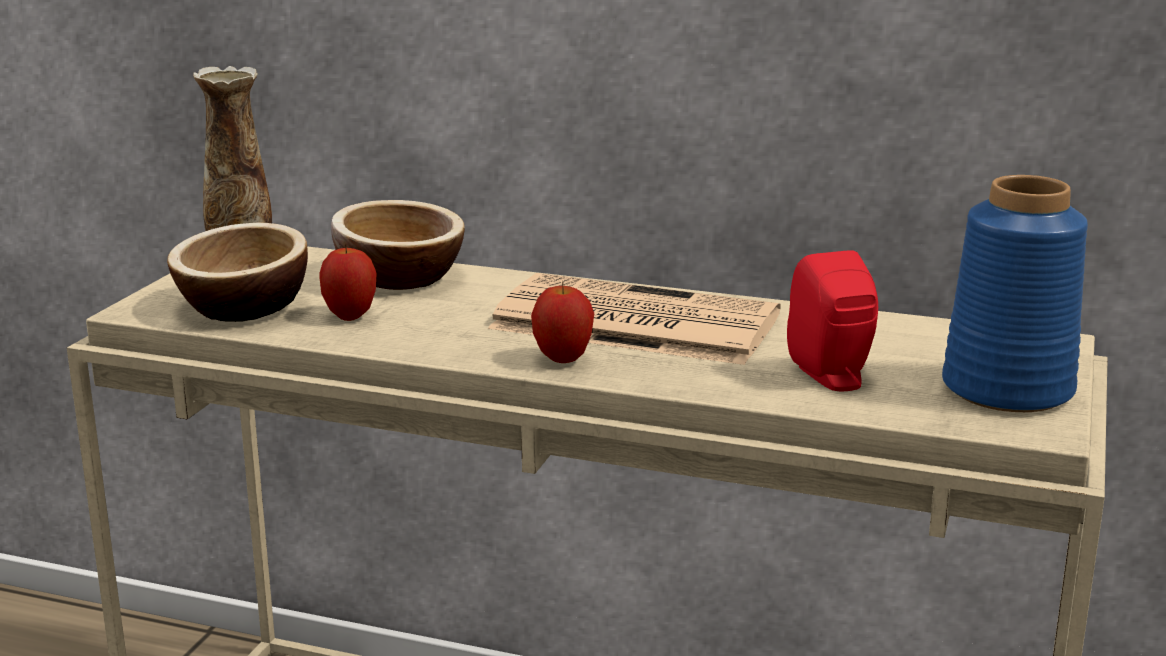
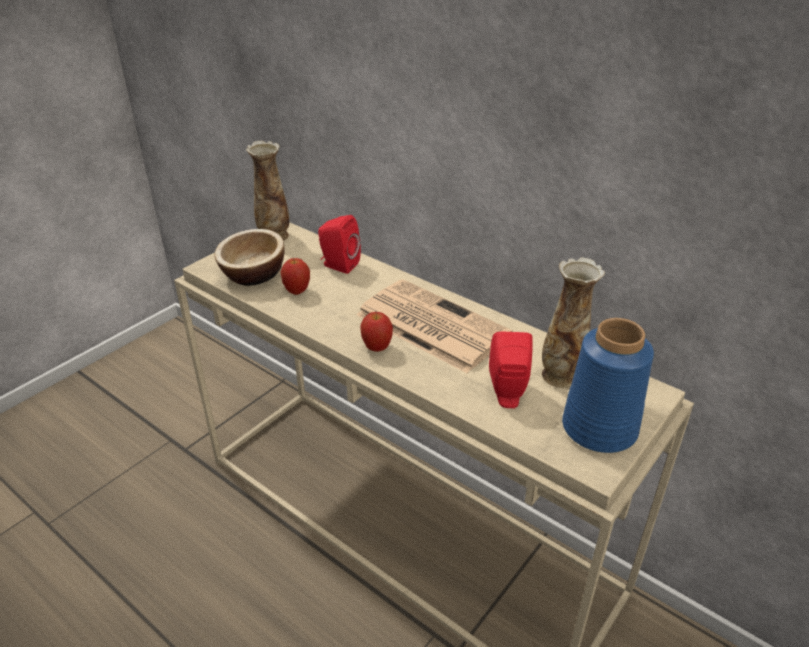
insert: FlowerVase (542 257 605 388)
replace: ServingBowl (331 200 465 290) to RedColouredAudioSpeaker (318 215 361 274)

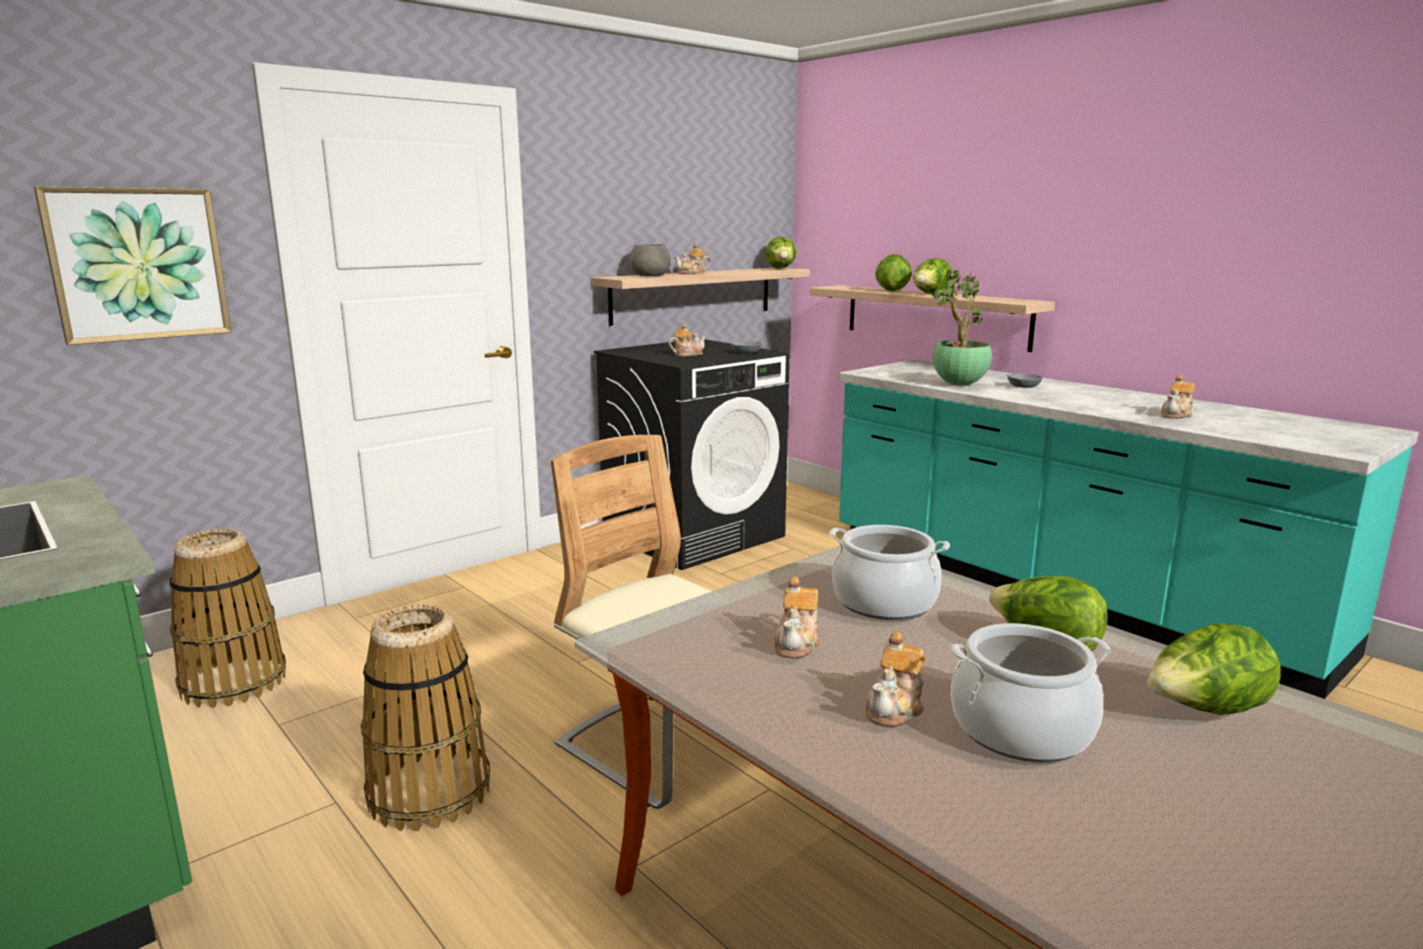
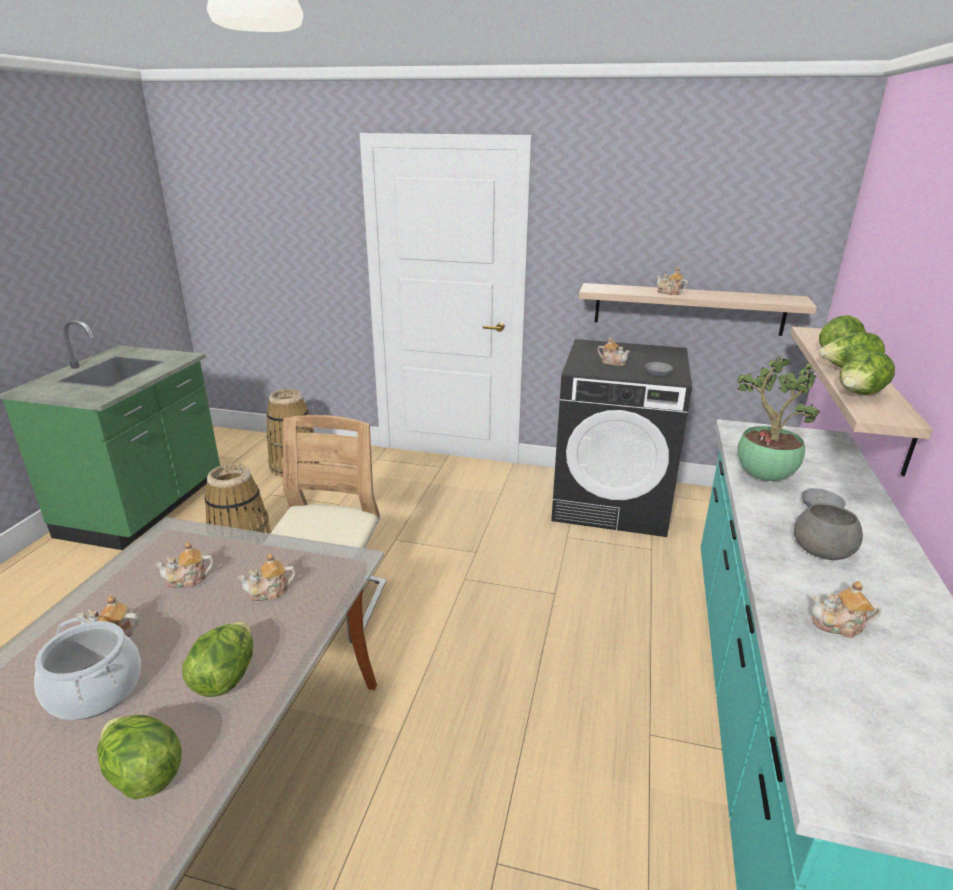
delete: WallPicture (34 186 231 345)
move: GrayServingBowl (629 244 671 276) to (794 503 863 560); LettuceHead (765 237 796 269) to (839 351 895 395)
replace: CookingPot (829 525 950 620) to PotForTea (237 553 295 601)

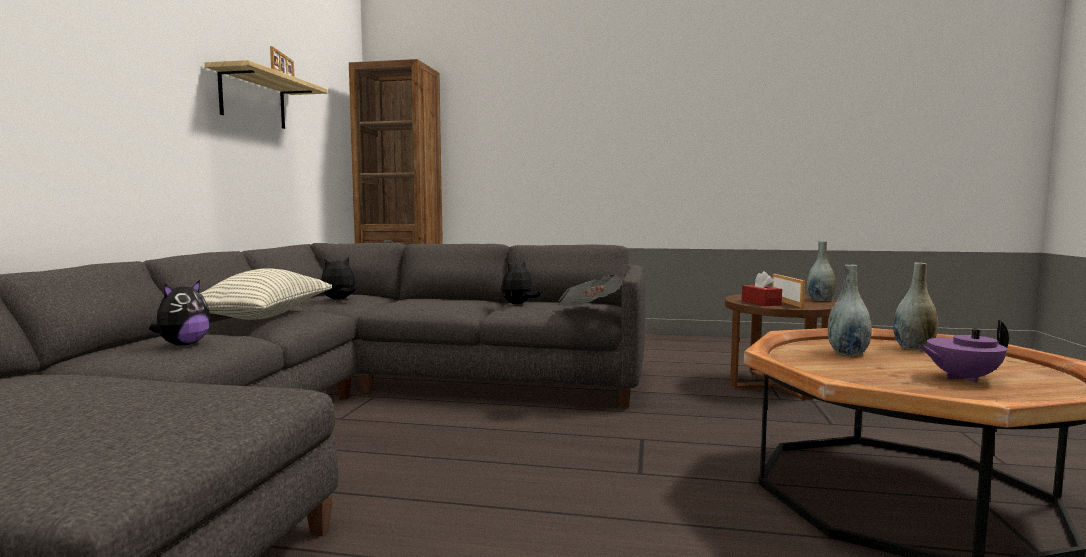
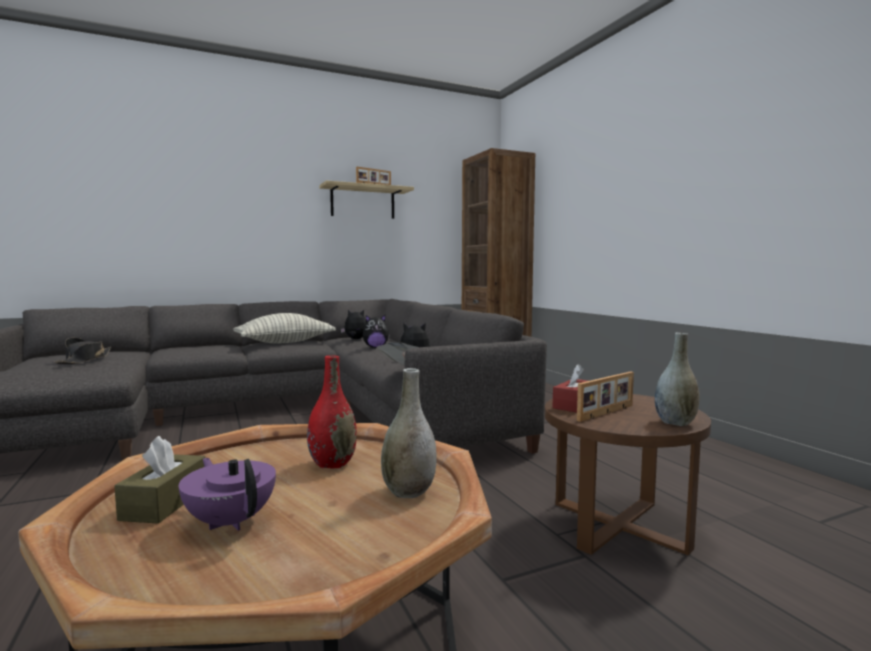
insert: BlackClothingHat (54 338 111 364); BrownishTissueBox (114 436 206 524)
move: SoftToy (149 280 211 345) to (363 315 390 348)
recolor: GrayFlowerVase (828 265 872 356) to RedColouredFlowerVase (307 356 357 468)

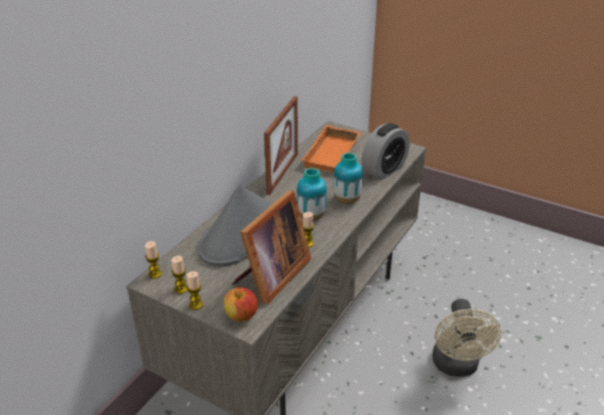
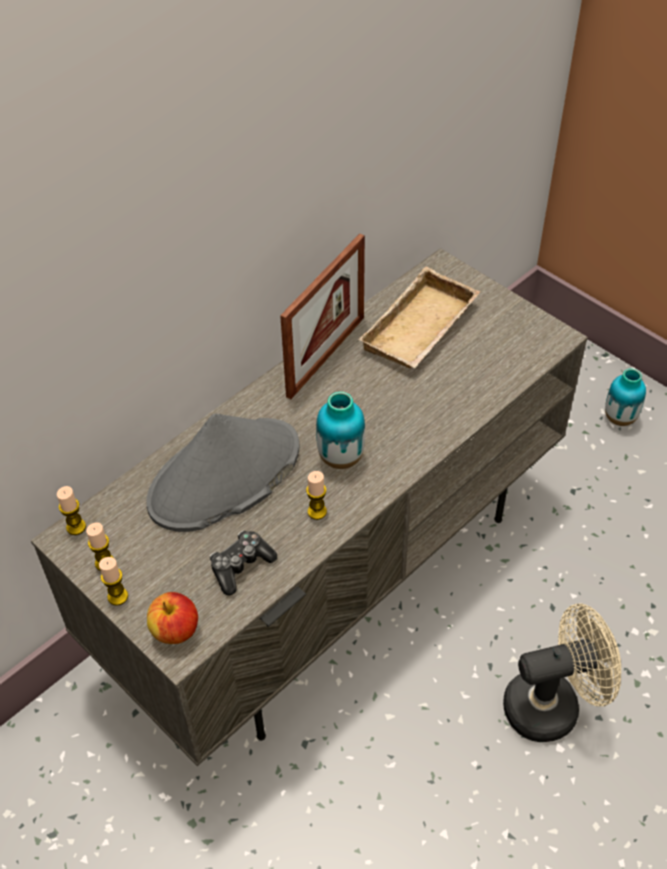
delete: BedsideClock (362 123 410 180)
move: FlowerVase (333 153 363 204) to (605 368 646 426)
replace: StandingFrame (232 190 311 305) to GameController (210 531 277 595)
recolor: OrangeyCarryingTray (301 125 361 172) to BeigeColouredCarryingTray (358 267 480 368)
rotate: BeigeColouredFan (432 299 501 377) = (503 604 621 742) 120 degrees counterclockwise

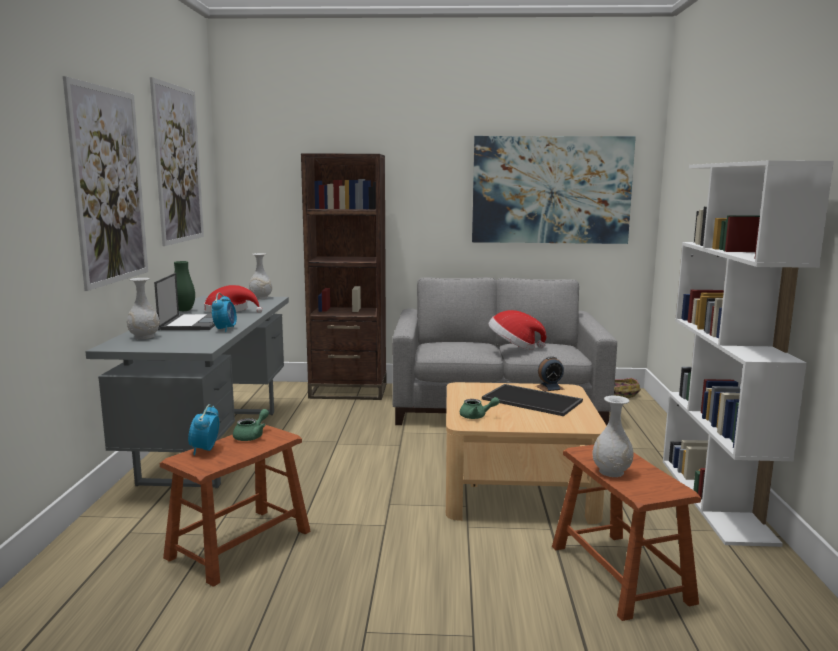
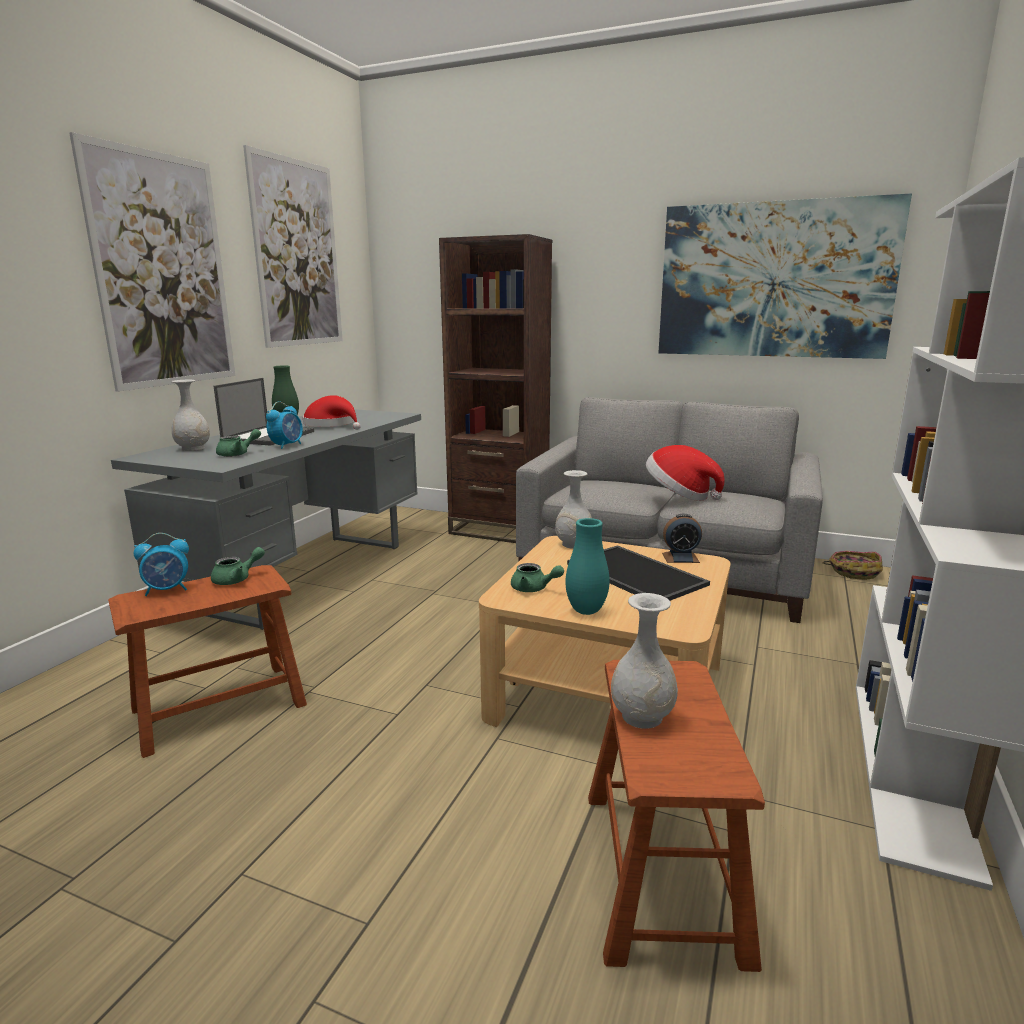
insert: GreenColouredPotForTea (216 429 261 457); TurquoiseColouredFlowerVase (565 518 610 615)
move: WhitishFlowerVase (249 253 272 299) to (555 470 592 549)
rotate: BedsideClock (188 404 220 455) = (134 533 189 596) 135 degrees counterclockwise

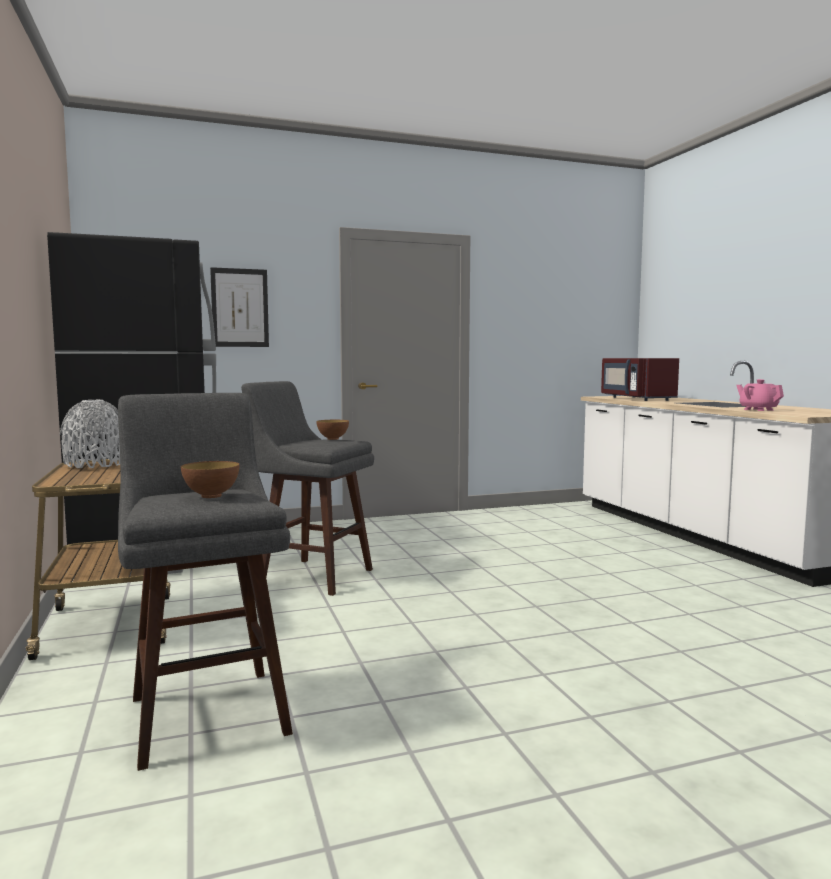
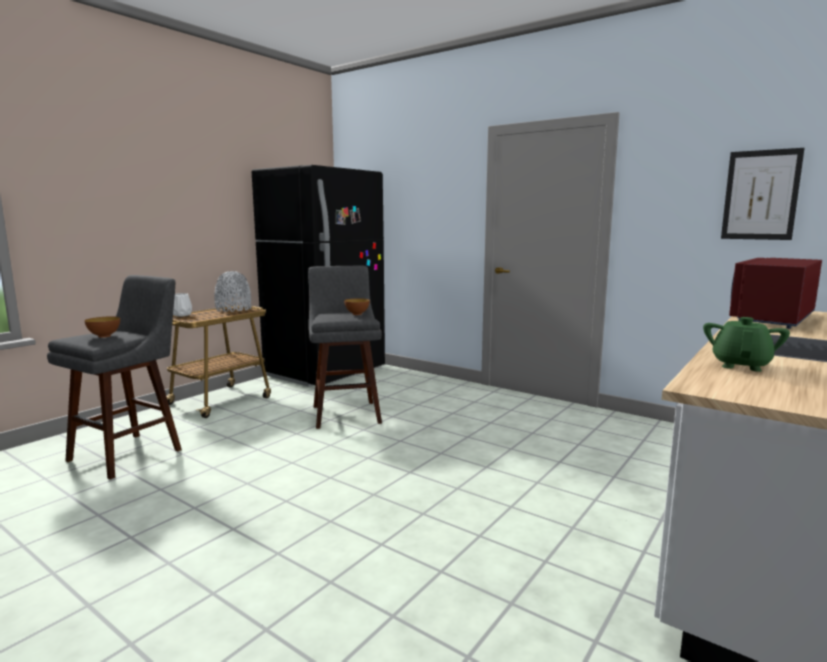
insert: WhitishFlowerVase (173 293 192 316)
move: WallPicture (210 267 269 347) to (721 148 805 240)
recolor: PinkColouredPotForTea (736 379 784 411) to GreenColouredPotForTea (703 317 790 372)

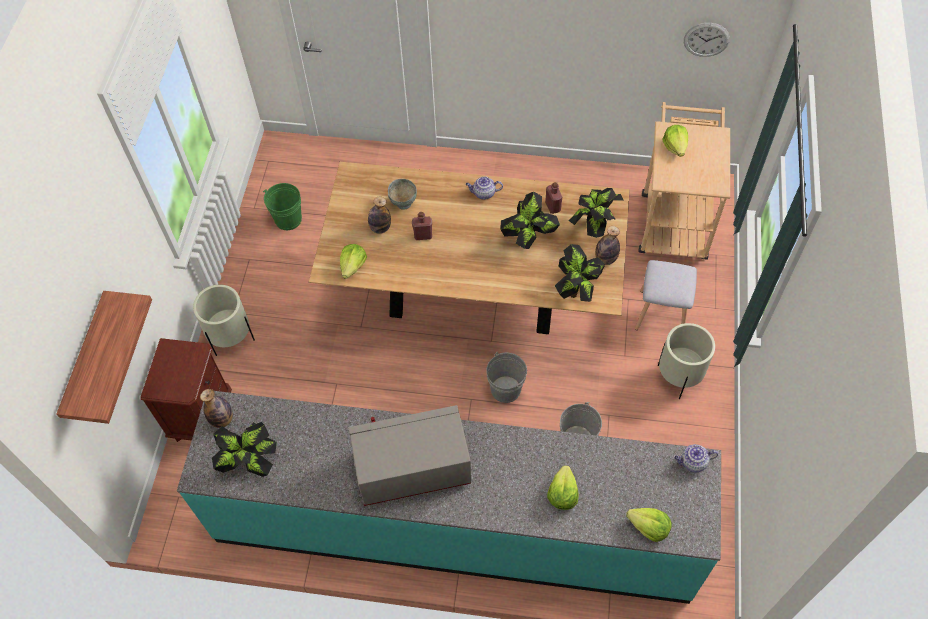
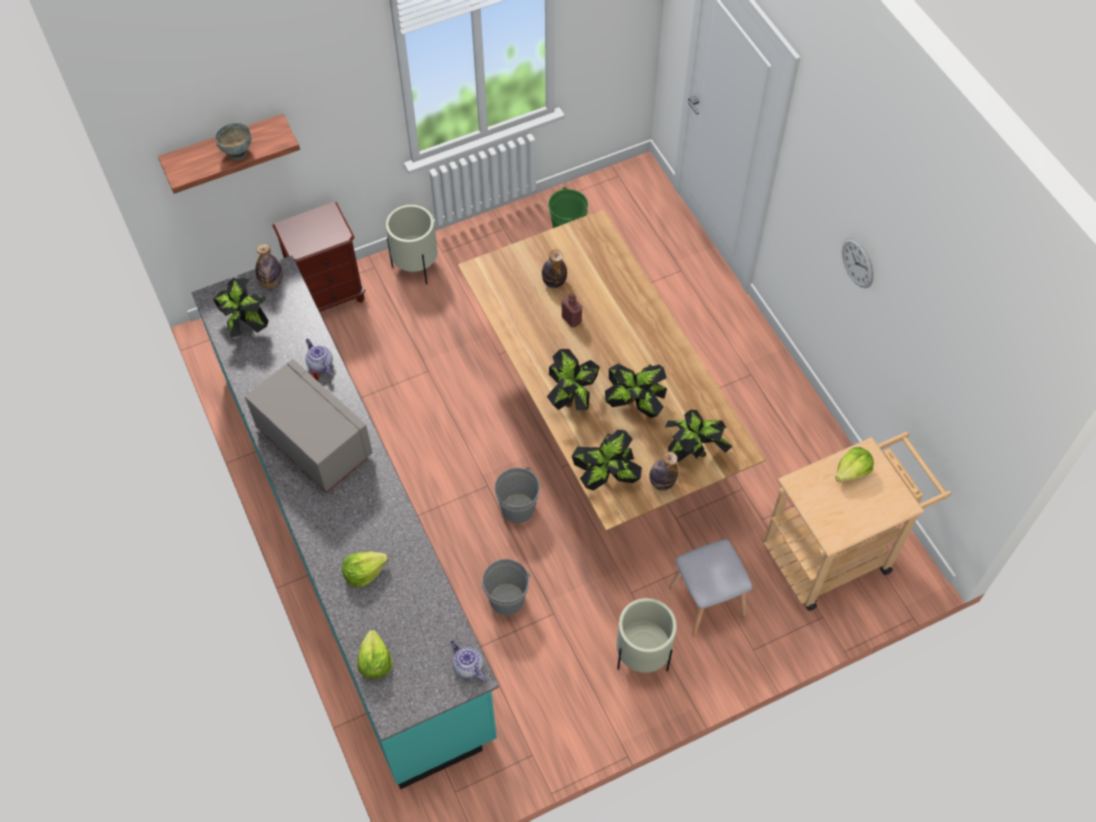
delete: LettuceHead (340 244 367 279); RedColouredDrinkBottle (545 182 562 214)
insert: PlantInAPot (547 349 600 410)
move: GrayServingBowl (388 179 417 210) to (215 123 252 160); PotForTea (466 176 503 200) to (305 339 333 375); ClockOnTheWall (684 23 730 57) to (842 237 874 288)

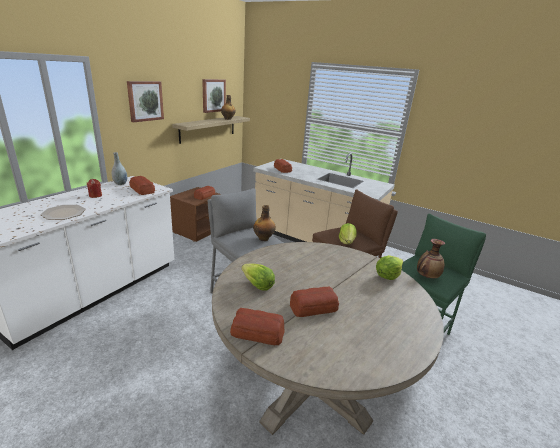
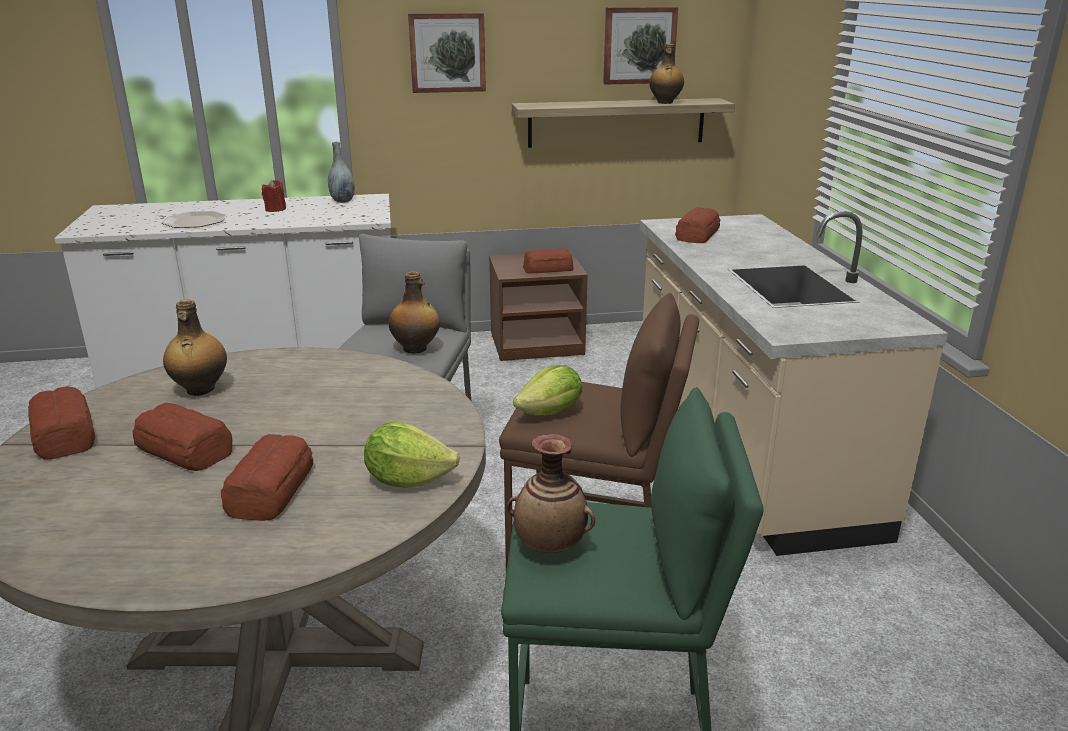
move: BakeryBread (129 176 155 195) to (221 434 313 521)
replace: LettuceHead (242 264 275 291) to DrinkBottle (163 300 227 396)

